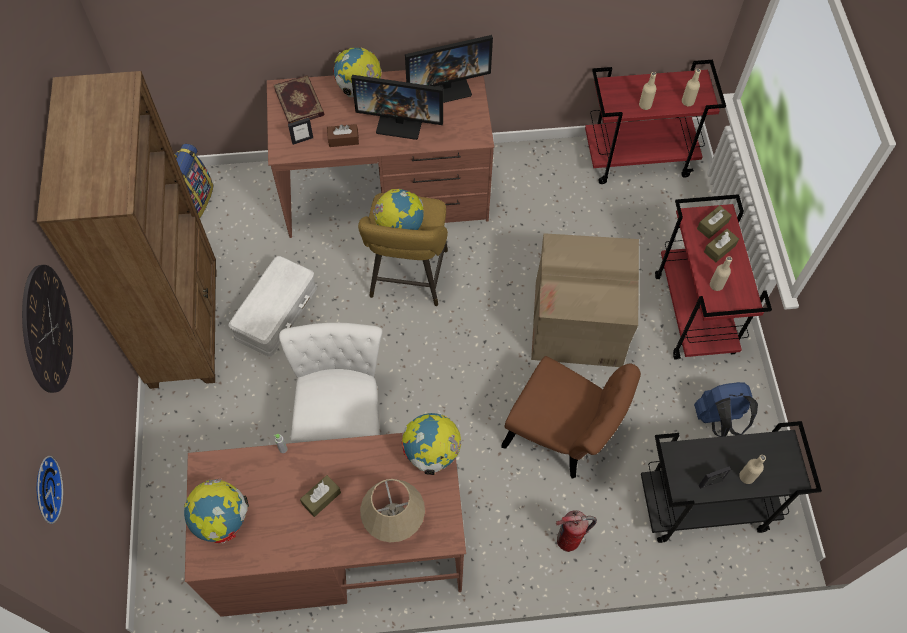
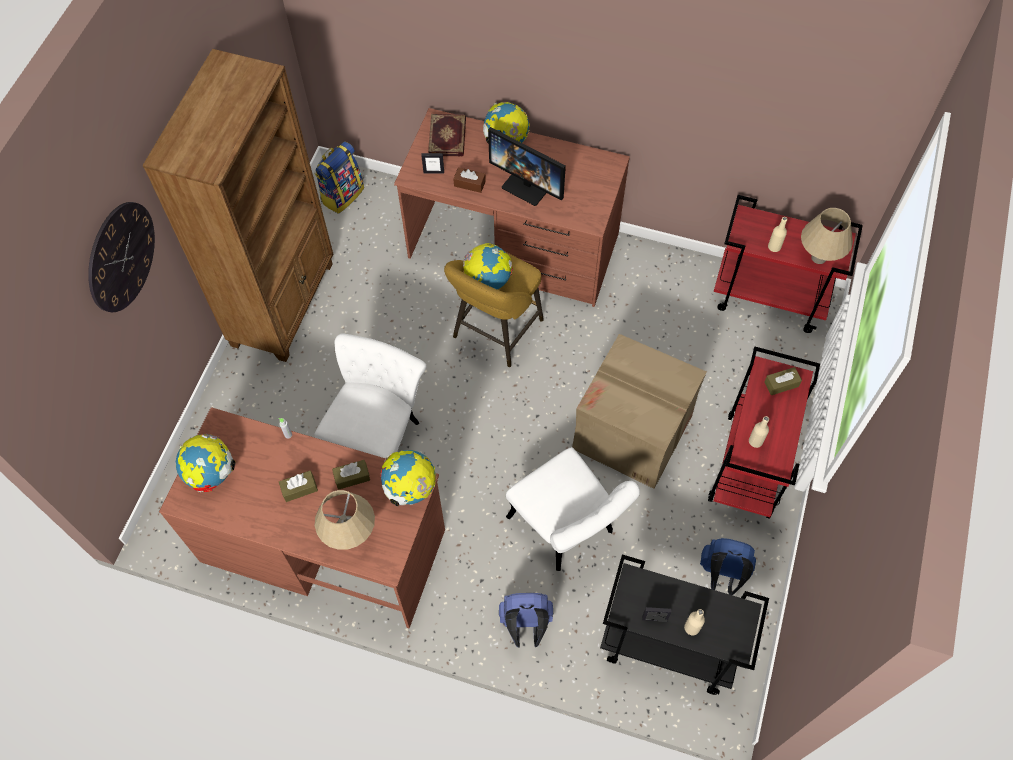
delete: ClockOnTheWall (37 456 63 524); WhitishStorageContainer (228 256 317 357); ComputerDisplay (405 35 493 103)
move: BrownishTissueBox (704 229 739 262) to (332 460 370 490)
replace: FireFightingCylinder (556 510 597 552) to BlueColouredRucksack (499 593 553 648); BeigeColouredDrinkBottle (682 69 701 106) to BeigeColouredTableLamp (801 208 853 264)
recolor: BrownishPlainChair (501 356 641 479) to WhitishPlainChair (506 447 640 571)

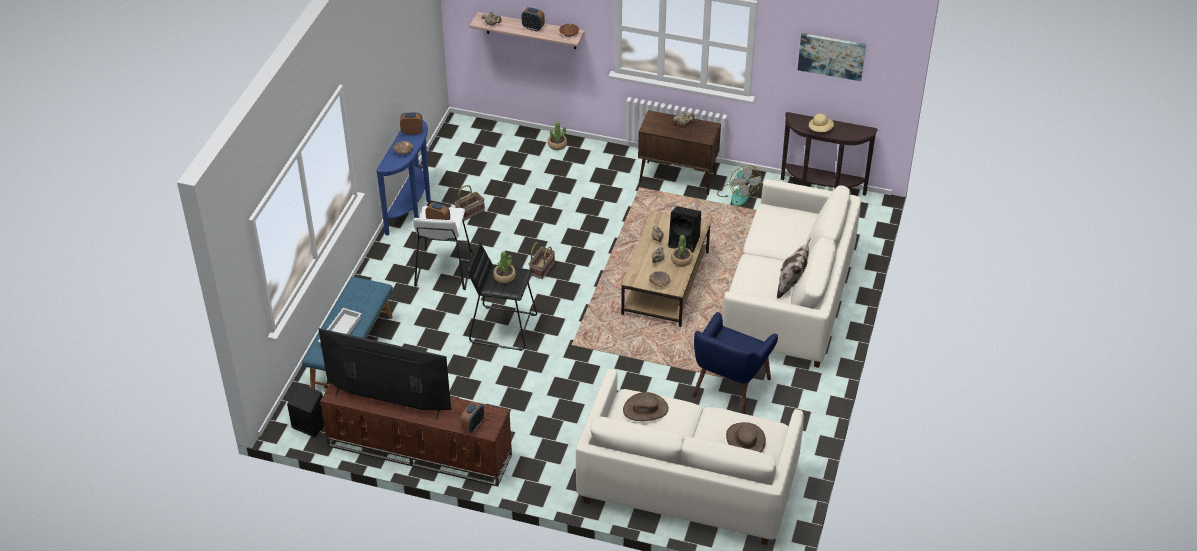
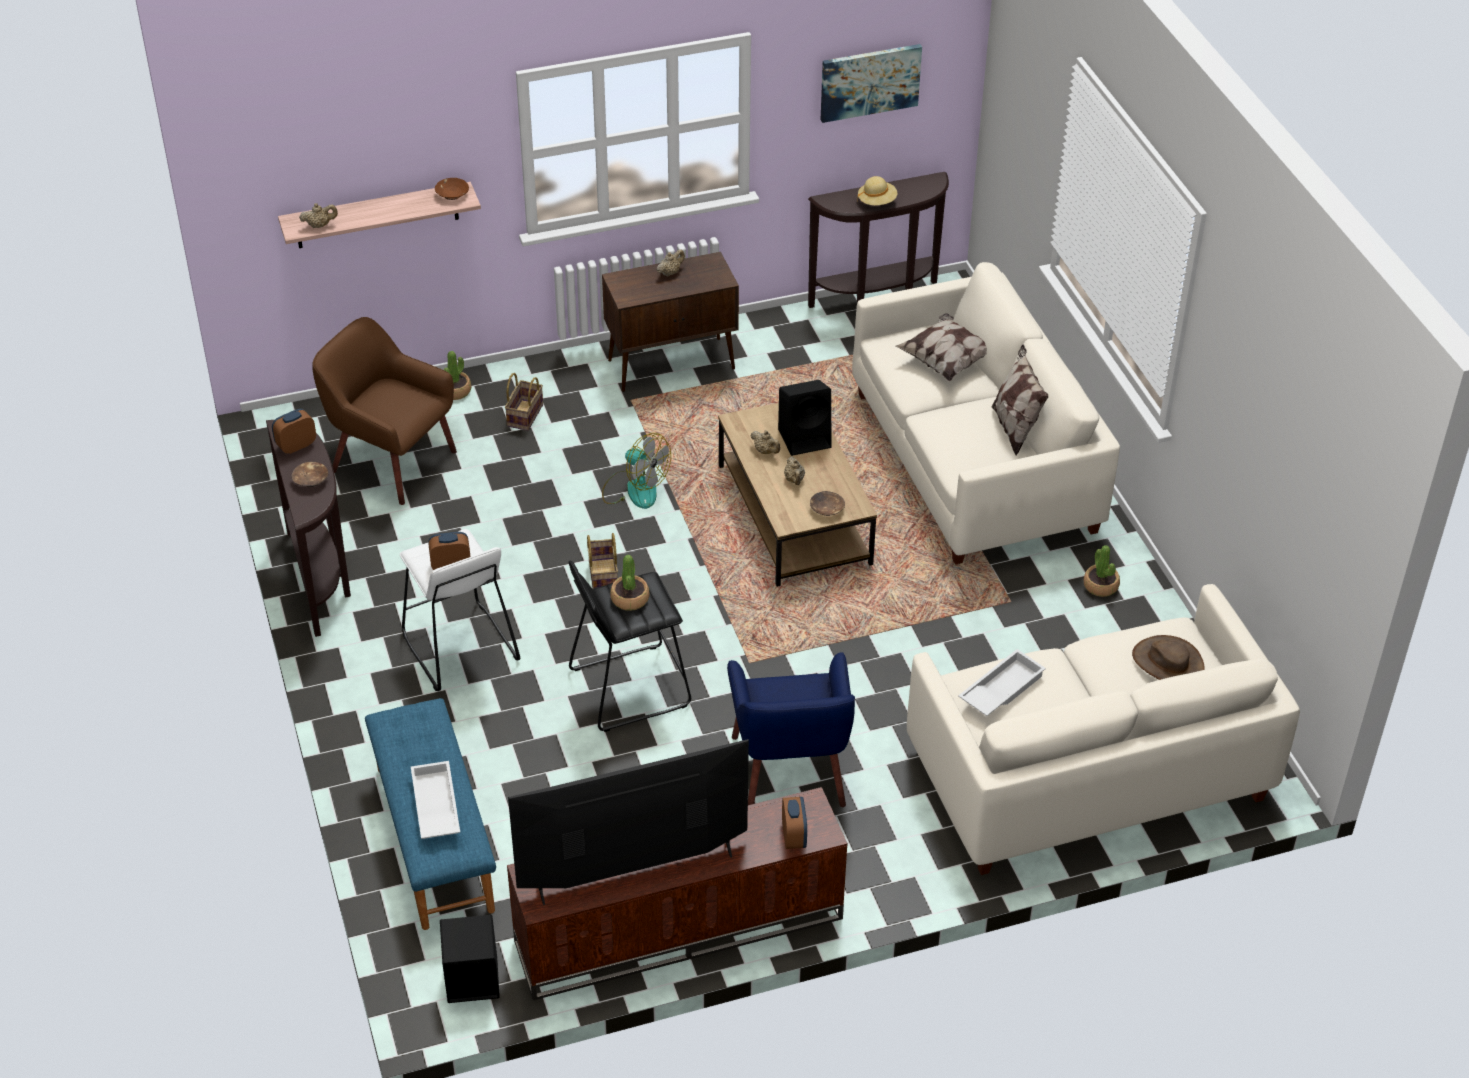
delete: BedsideClock (521 7 545 31)
insert: BrownishEasyChair (312 317 457 505); Pillow (895 313 987 382)
move: Basket (455 185 485 221) to (505 373 543 431); PlantInAPot (671 235 693 267) to (1084 545 1120 597); BlueColouredEasyChair (692 312 778 414) to (727 652 855 807); Fan (717 165 762 206) to (602 433 671 509)
replace: BrownishClothingHat (623 392 669 421) to WhitishCarryingTray (958 649 1046 716)
recolor: BlueColouredNarrowTable (376 119 431 235) to BrownishNarrowTable (266 420 351 637)

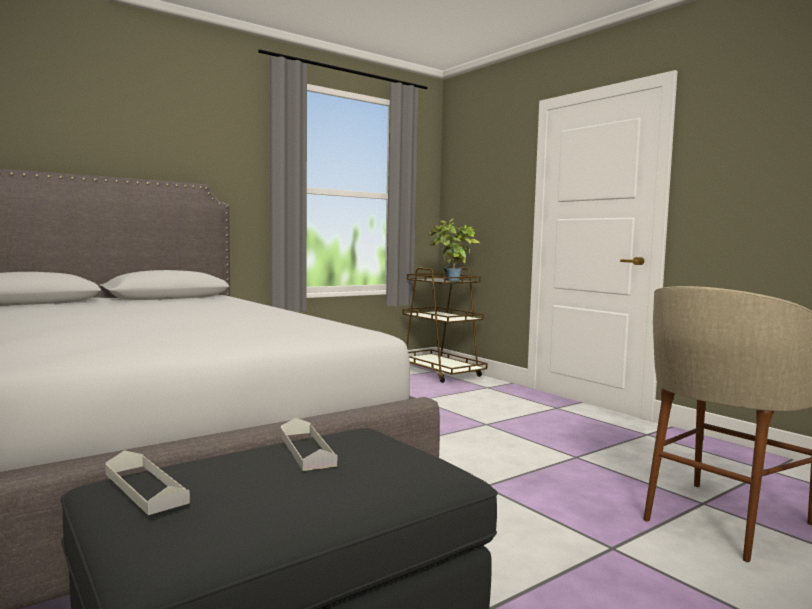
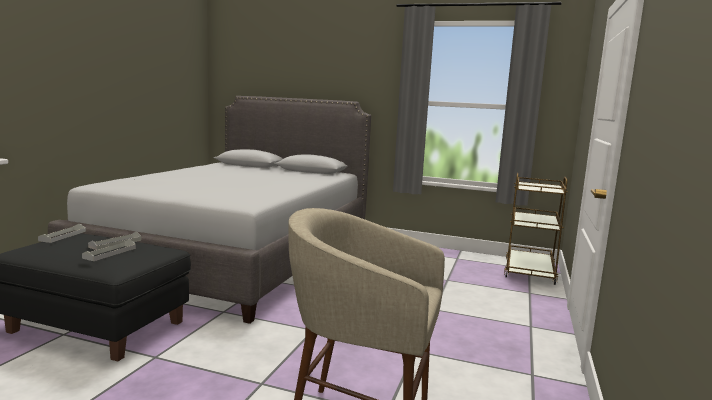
delete: PlantInAPot (428 218 480 281)
insert: GrayCarryingTray (82 239 136 261)

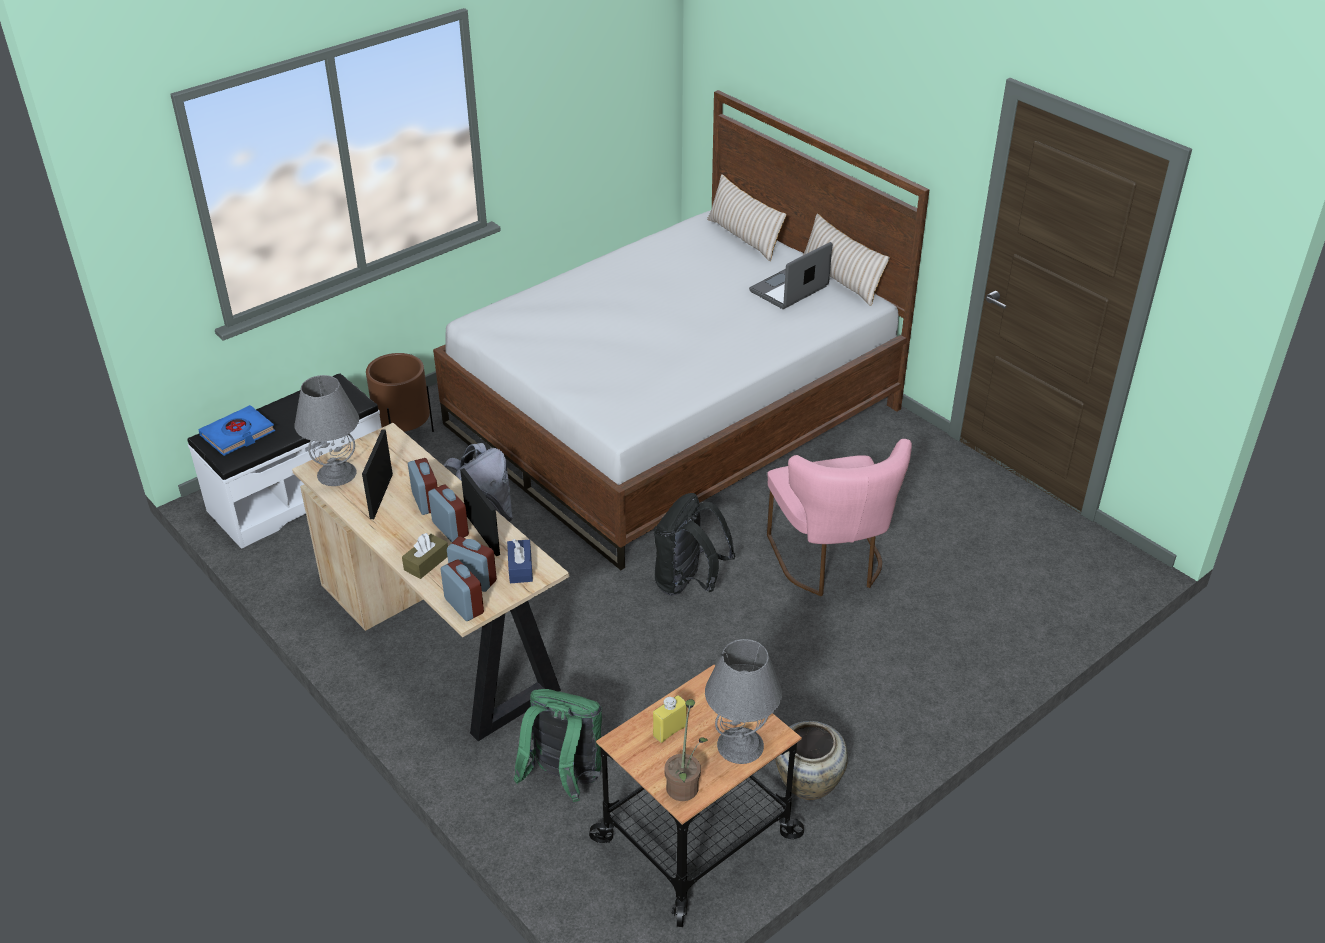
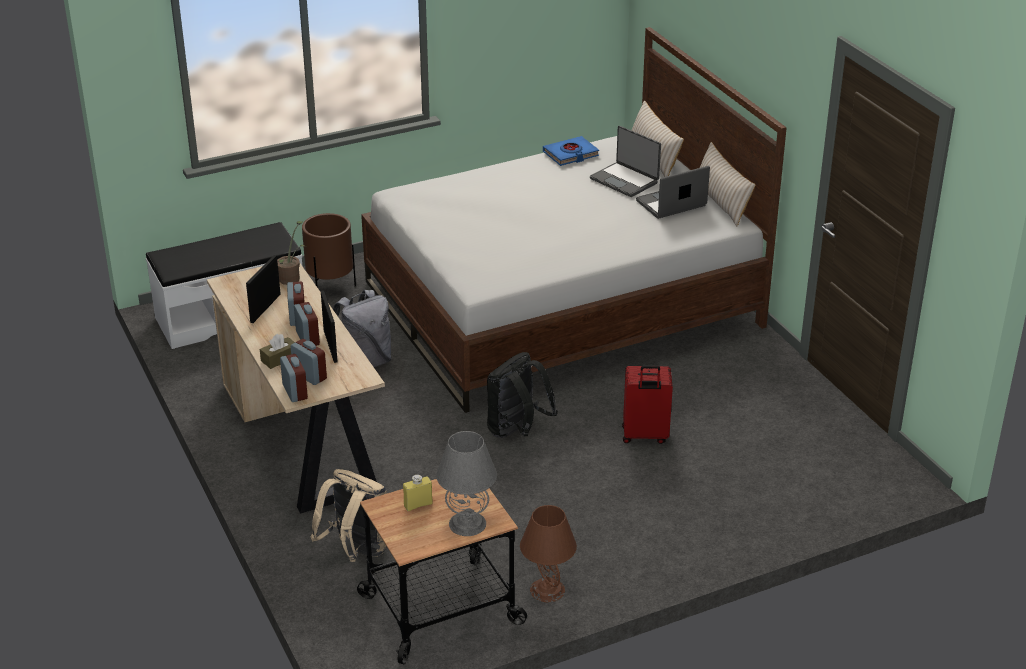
delete: GrayTableLamp (294 375 359 486); BlueColouredTissueBox (507 539 533 583)
insert: Laptop (590 126 661 197)
move: BlueColouredBook (198 405 275 456) to (543 136 599 166); PlantInAPot (665 699 708 801) to (277 221 305 285)
replace: PinkColouredPlainChair (767 439 912 596) to RedColouredSuitcase (622 365 673 444); BeigeColouredFlowerVase (775 721 848 800) to BrownishTableLamp (520 505 577 602)
recolor: GreenColouredRucksack (514 689 602 802) to BeigeColouredRucksack (311 469 387 562)

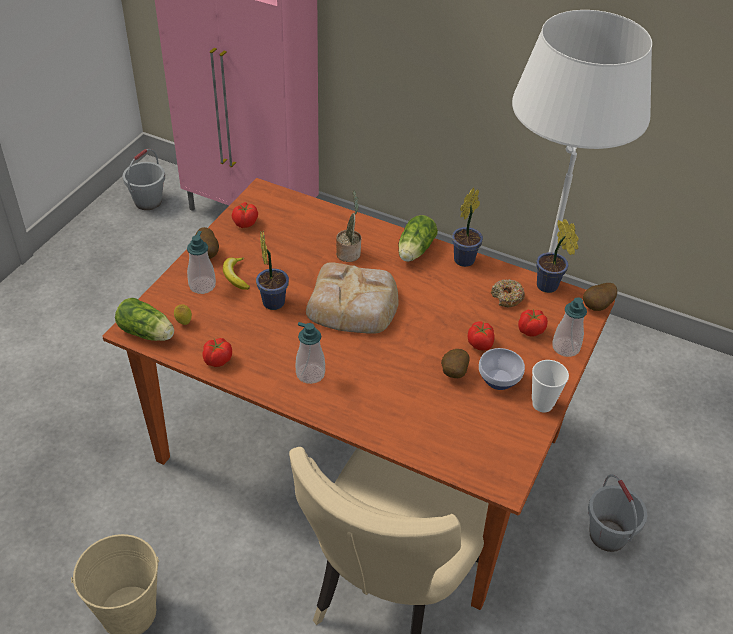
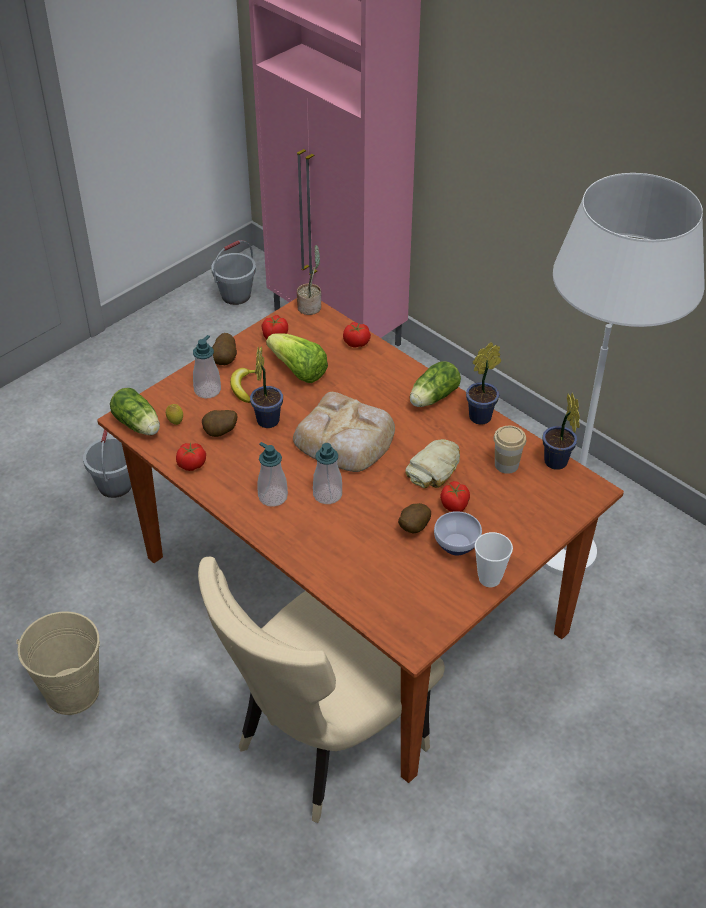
insert: LettuceHead (266 333 328 383); BakeryBread (405 439 460 488)
move: PlantInAPot (336 190 361 262) to (297 245 321 315); Tomato (518 310 548 336) to (343 322 371 348); SoapBottle (552 297 587 357) to (313 443 342 504); WholePotato (583 283 617 311) to (202 410 237 437); GrayPail (588 474 647 552) to (83 429 132 498)
replace: Donut (491 279 525 307) to SmallCup (494 425 526 474)

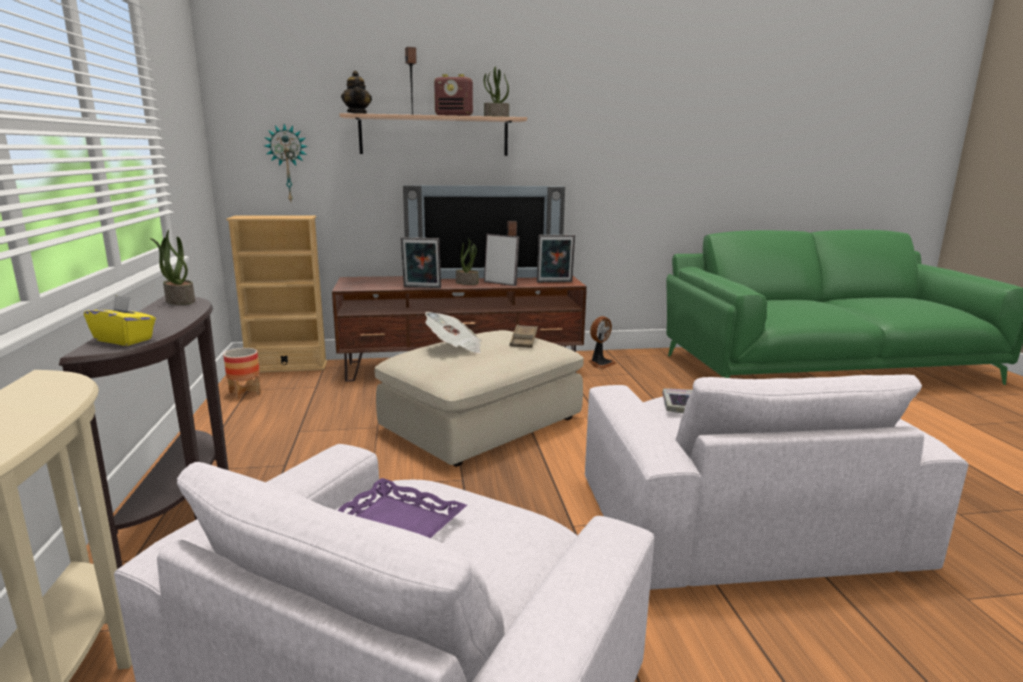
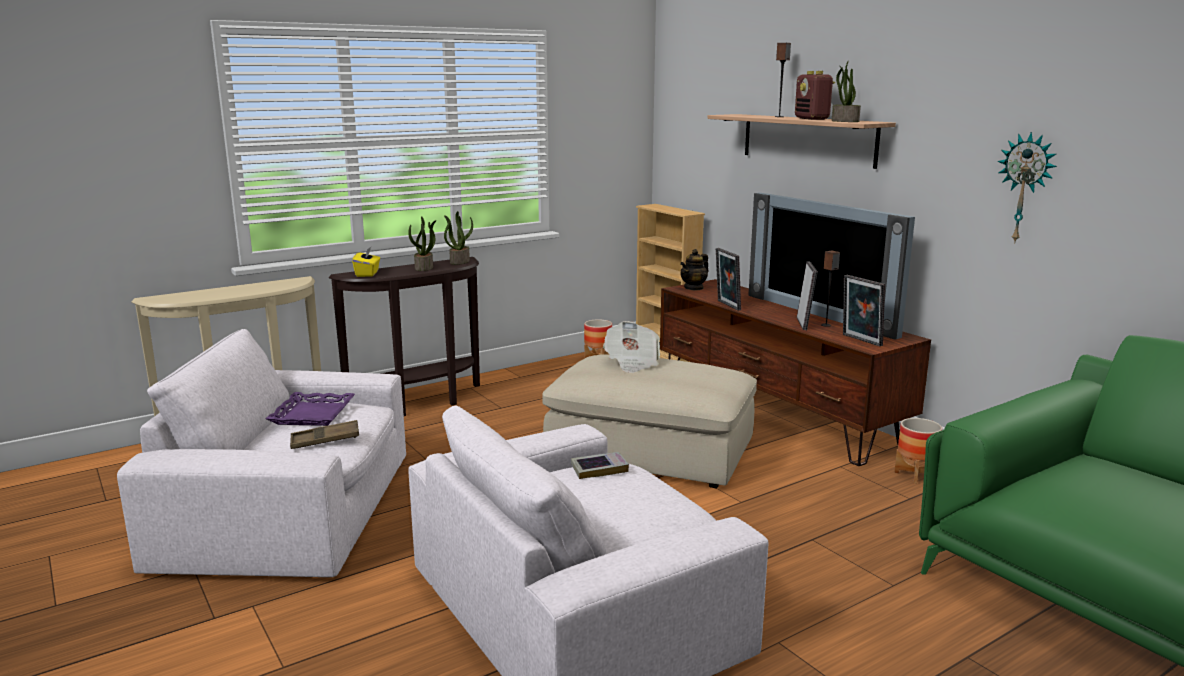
move: ClockOnTheWall (264 124 308 202) to (997 132 1057 244); PotForTea (341 71 372 114) to (680 249 709 291); PlantInAPot (456 238 479 285) to (408 216 436 271); BrownishCarryingTray (510 325 538 348) to (290 420 359 449)
replace: Fan (588 316 617 369) to Planter (894 418 942 484)

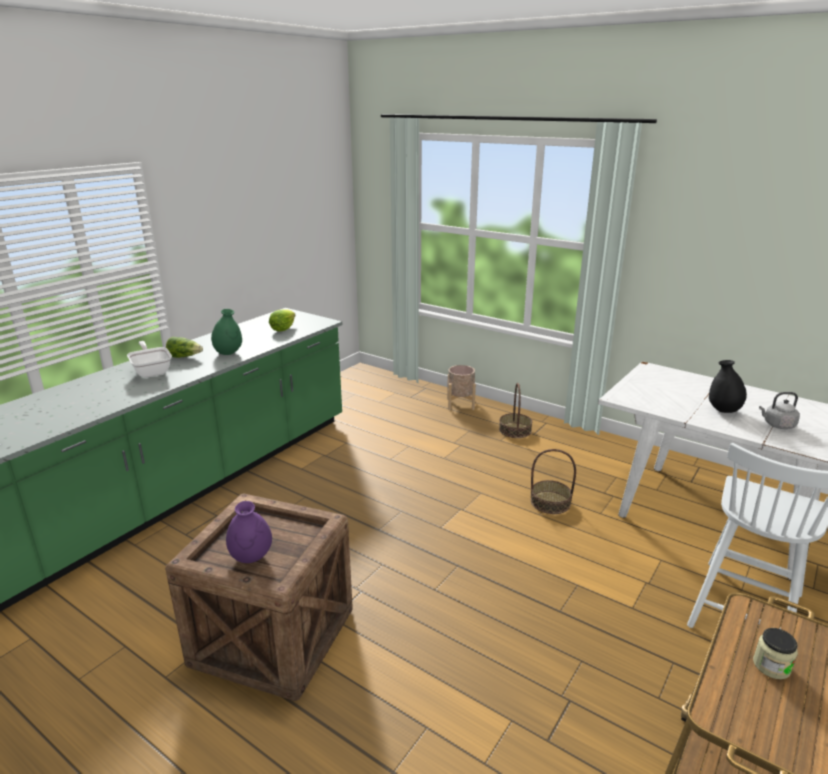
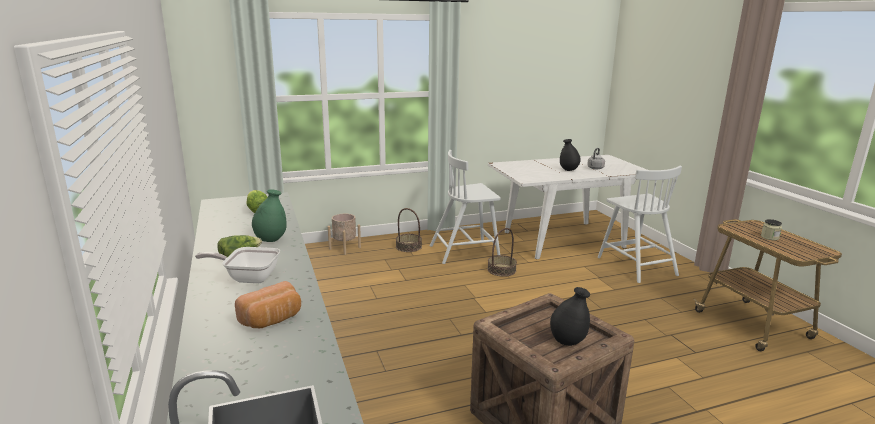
insert: BakeryBread (235 281 301 328); WhitishPlainChair (430 150 501 264)
recolor: PurpleFlowerVase (226 501 272 563) to BlackFlowerVase (550 287 590 346)

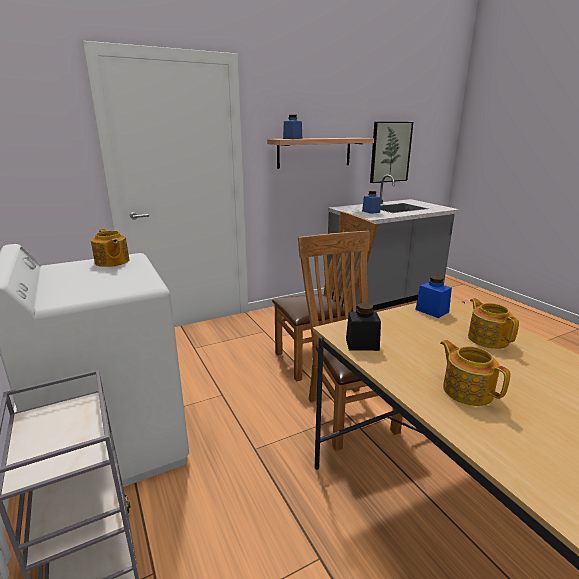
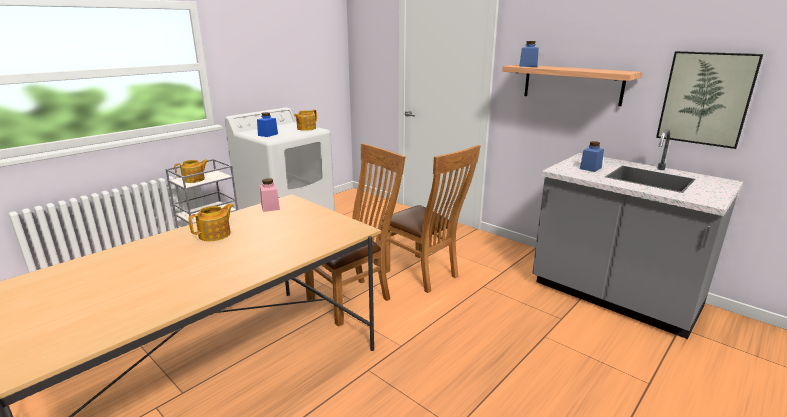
move: BlueColouredJar (415 275 452 318) to (257 112 278 137); PotForTea (468 298 519 349) to (174 159 209 183)
recolor: BlackJar (346 303 381 351) to PinkColouredJar (260 178 280 212)

